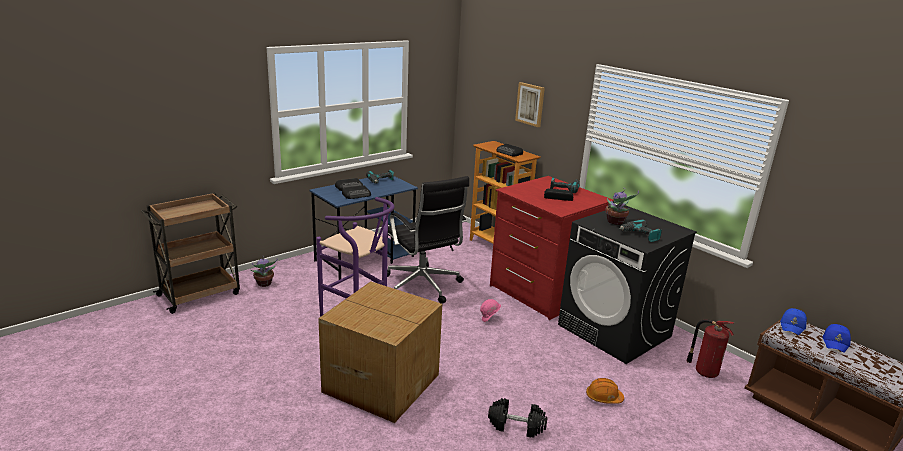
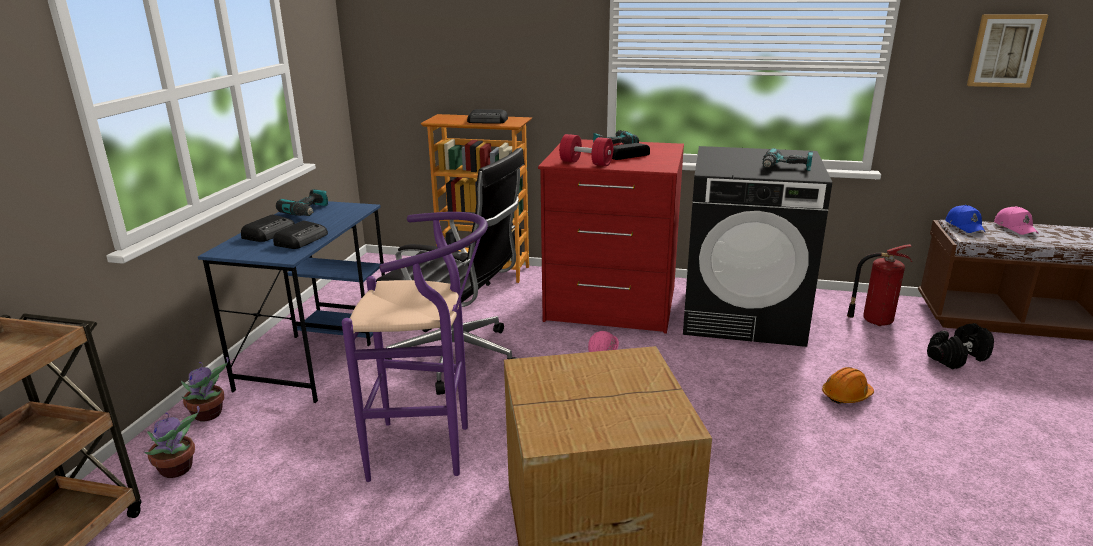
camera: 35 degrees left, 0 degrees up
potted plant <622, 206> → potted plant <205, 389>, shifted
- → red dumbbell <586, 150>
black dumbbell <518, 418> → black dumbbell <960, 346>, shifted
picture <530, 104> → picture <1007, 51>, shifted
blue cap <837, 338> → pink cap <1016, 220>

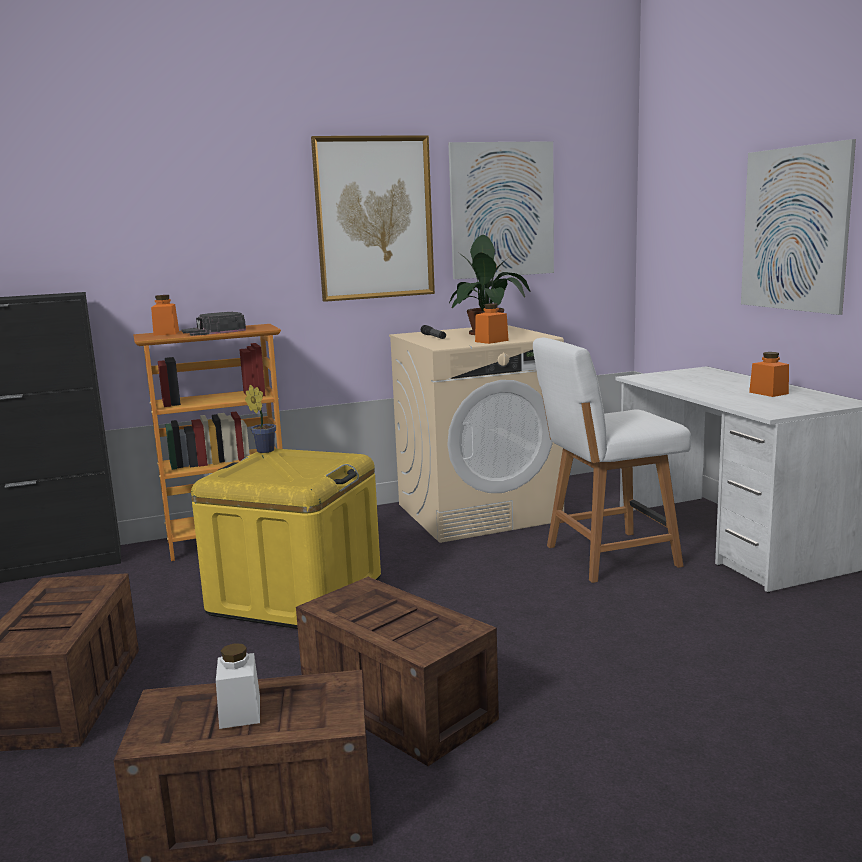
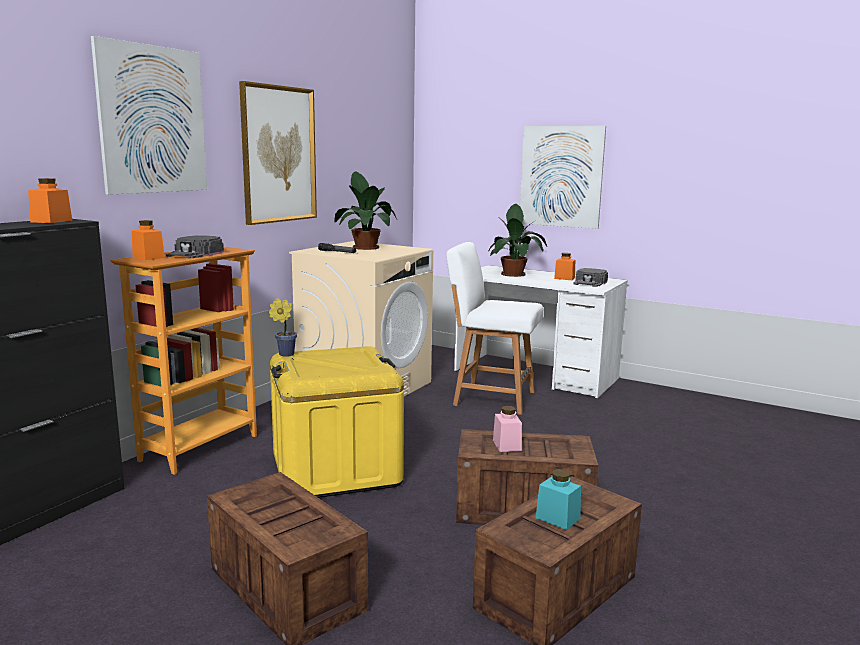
camera: 40 degrees left, 0 degrees up
orange jar <492, 323> → orange jar <50, 200>, shifted
picture <501, 210> → picture <149, 115>, shifted
white chair <612, 460> → white chair <494, 328>, 75 degrees clockwise
- → potted plant <518, 240>
- → pink jar <507, 429>
white jar <238, 686> → turquoise jar <558, 499>
- → black cap <590, 277>

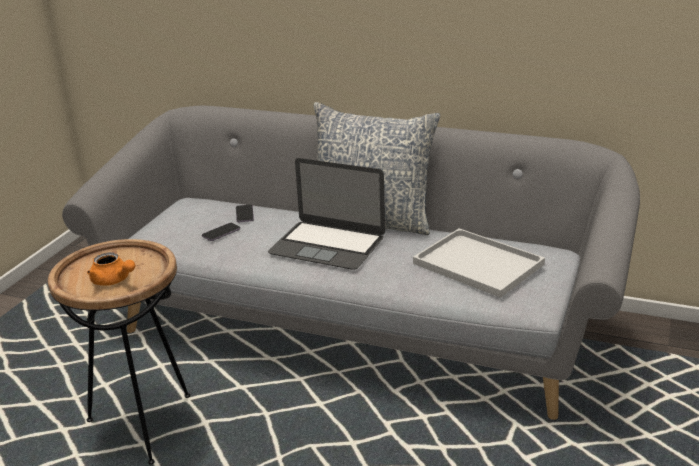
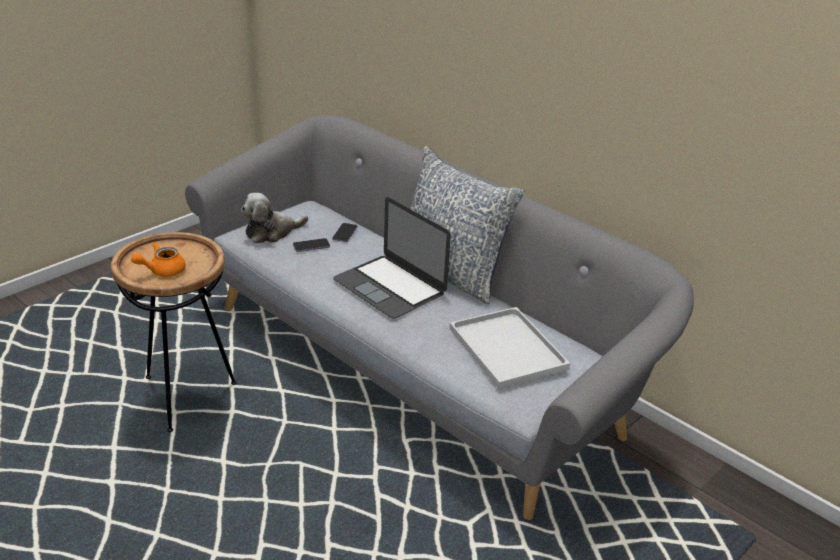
camera: 20 degrees right, 5 degrees up
orange teapot <111, 269> → orange teapot <158, 260>, 90 degrees clockwise
- → plush toy <274, 218>

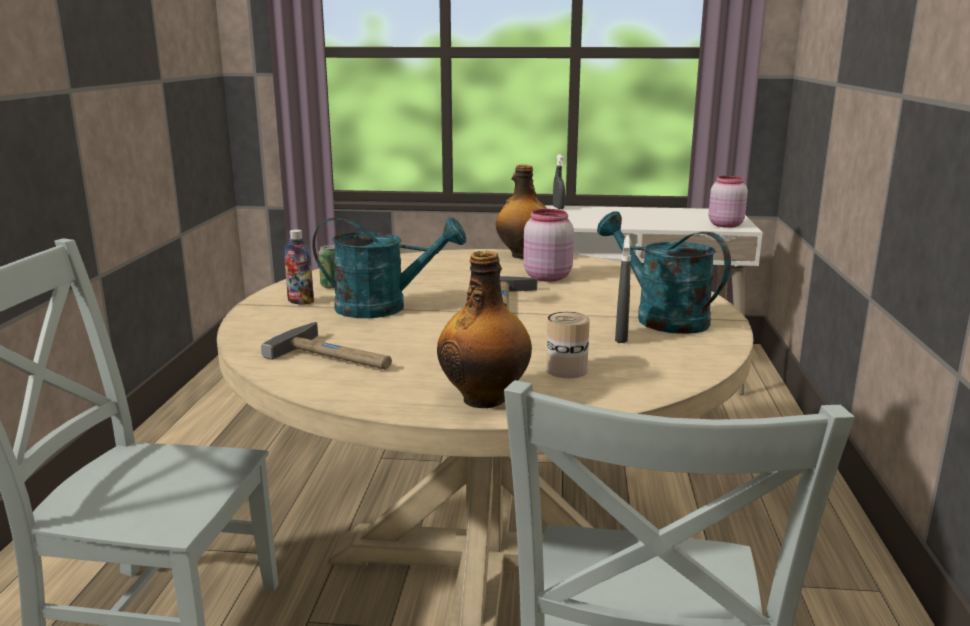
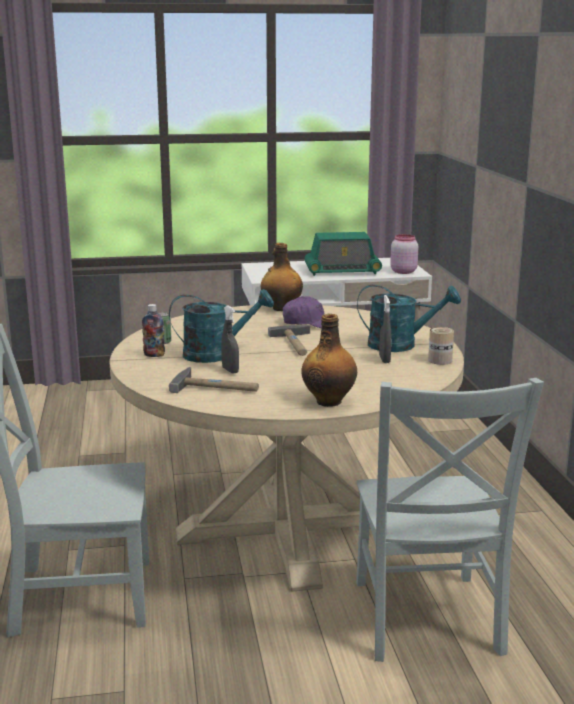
camera: 15 degrees left, 0 degrees up
grey spray bottle <559, 181> → grey spray bottle <230, 339>, shifted
pink jar <548, 245> → purple cap <311, 312>
- → radio <343, 254>
turquoise watering can <664, 273> → turquoise watering can <409, 318>, 150 degrees clockwise
can <568, 345> → can <441, 346>, shifted

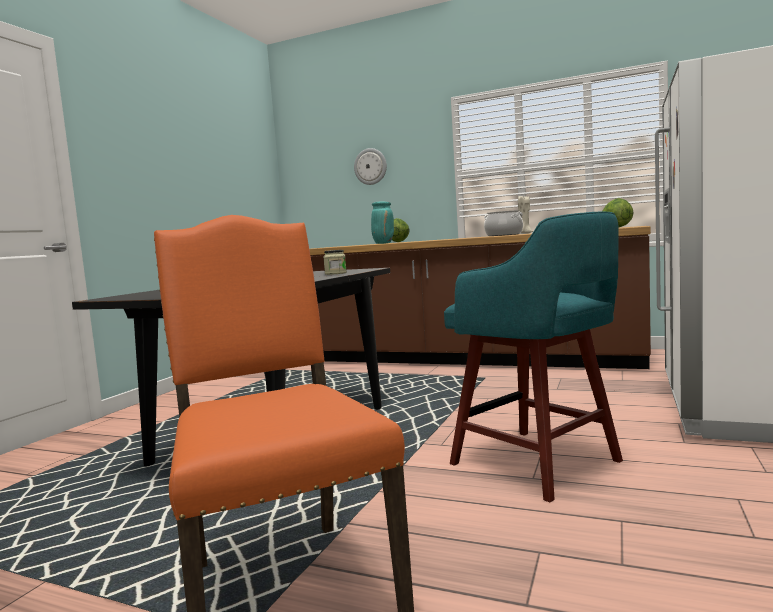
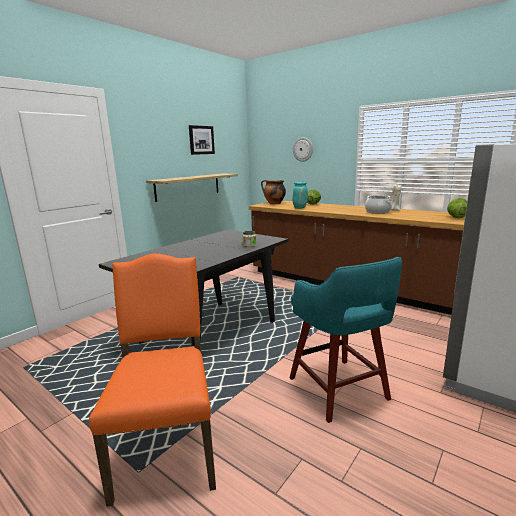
camera: 15 degrees right, 10 degrees up
- → shelf <192, 188>
- → picture <202, 140>
- → cooking pot <273, 192>

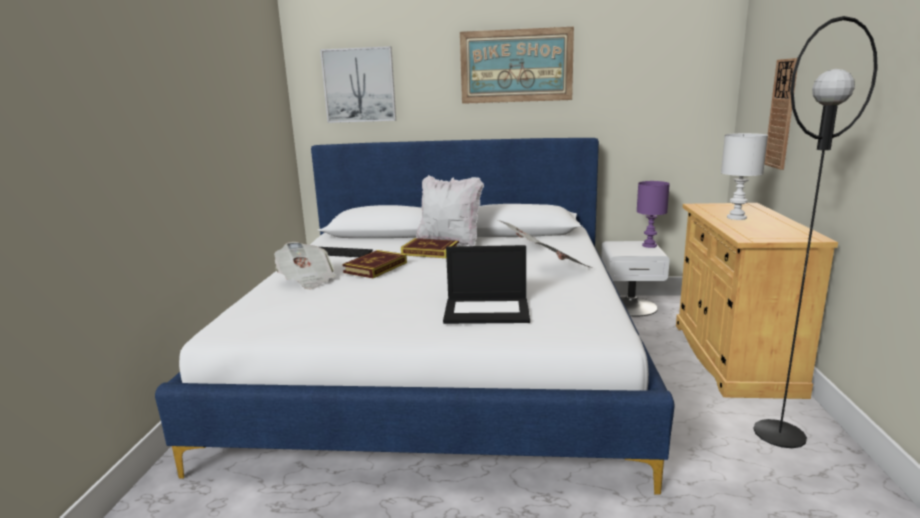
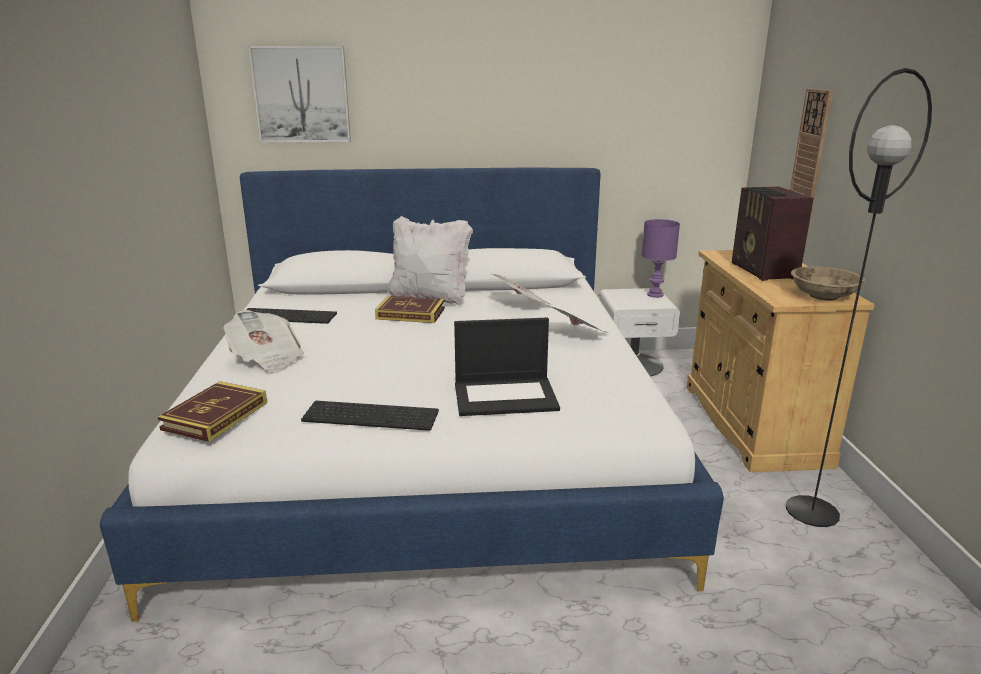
camera: 10 degrees left, 5 degrees up
book <374, 264> → book <212, 411>, shifted
- → keyboard <370, 416>
white table lamp <744, 176> → radio <773, 233>
- → beige bowl <828, 283>
picture <517, 65> → -

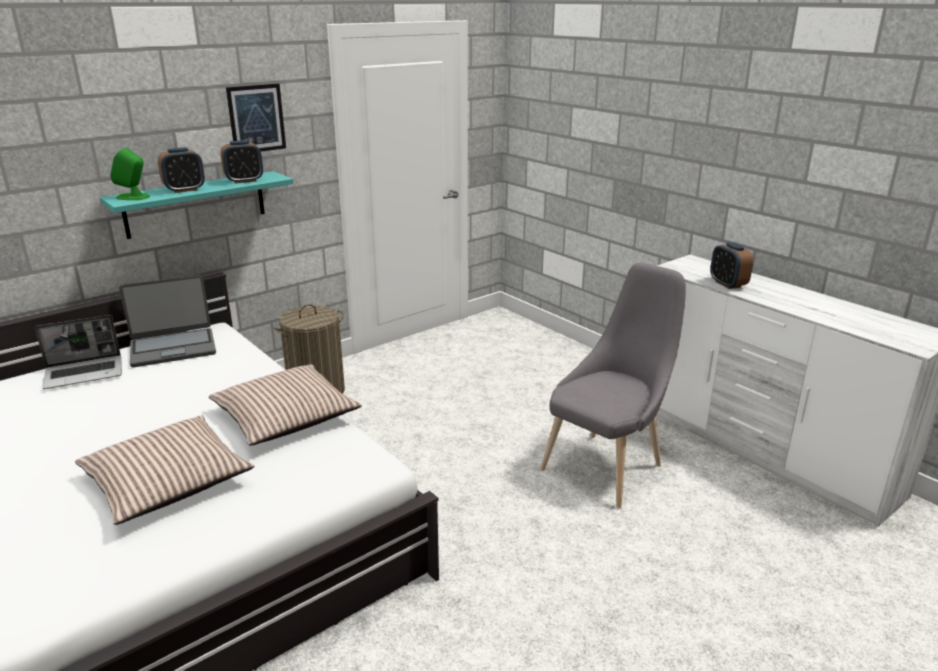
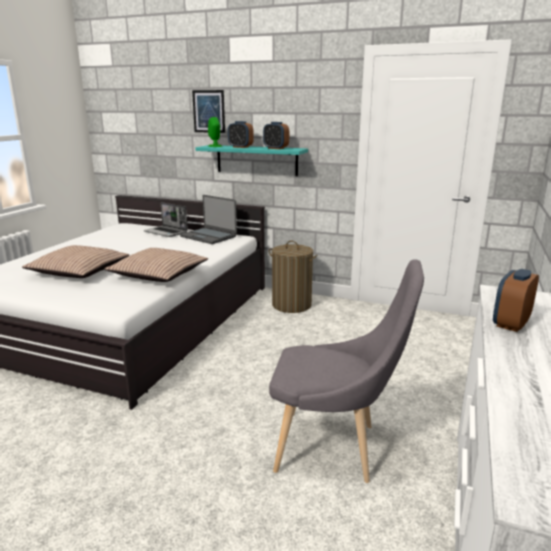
camera: 60 degrees right, 5 degrees down
picture <256, 118> → picture <208, 111>, shifted

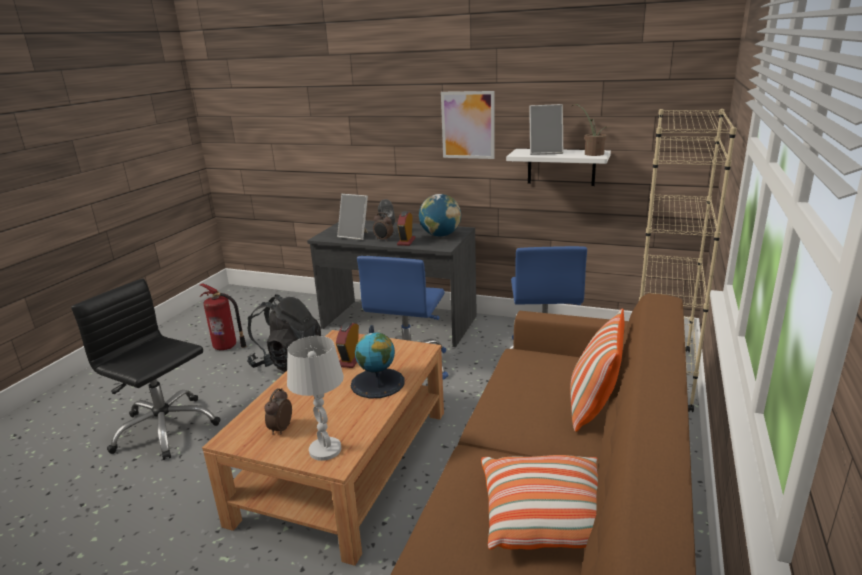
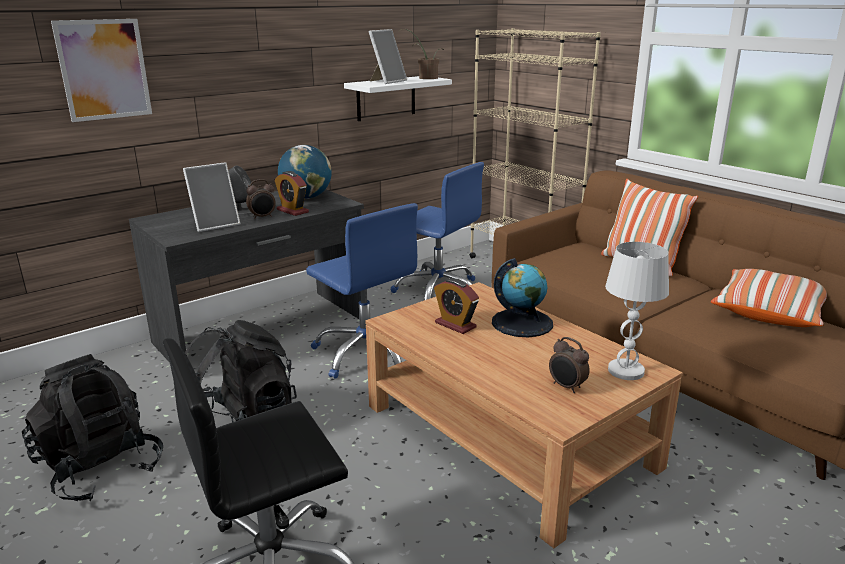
camera: 60 degrees left, 0 degrees up
fire extinguisher <223, 316> → black backpack <92, 427>
picture <468, 125> → picture <101, 70>, shifted

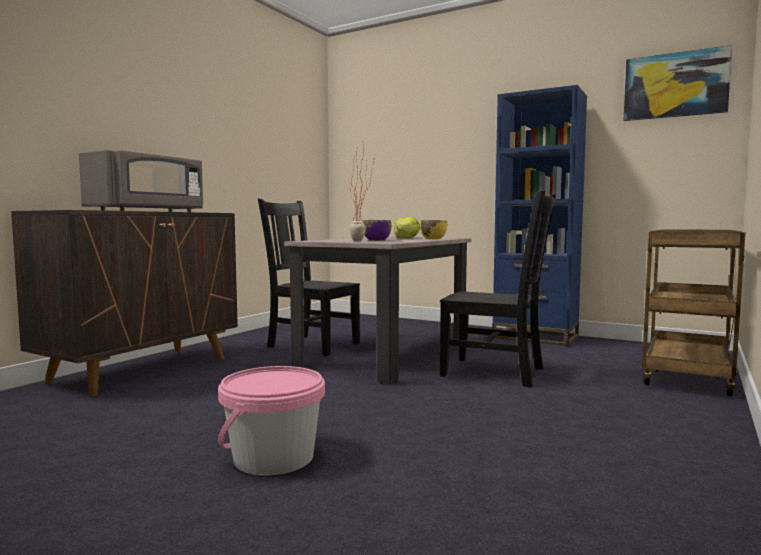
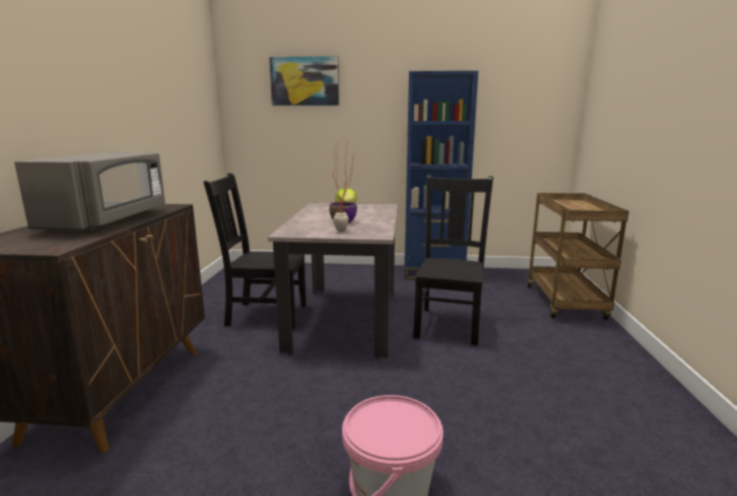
camera: 25 degrees left, 10 degrees up
picture <678, 83> → picture <304, 81>, shifted
black chair <498, 289> → black chair <453, 260>, 75 degrees counterclockwise
yellow bowl <433, 229> → -

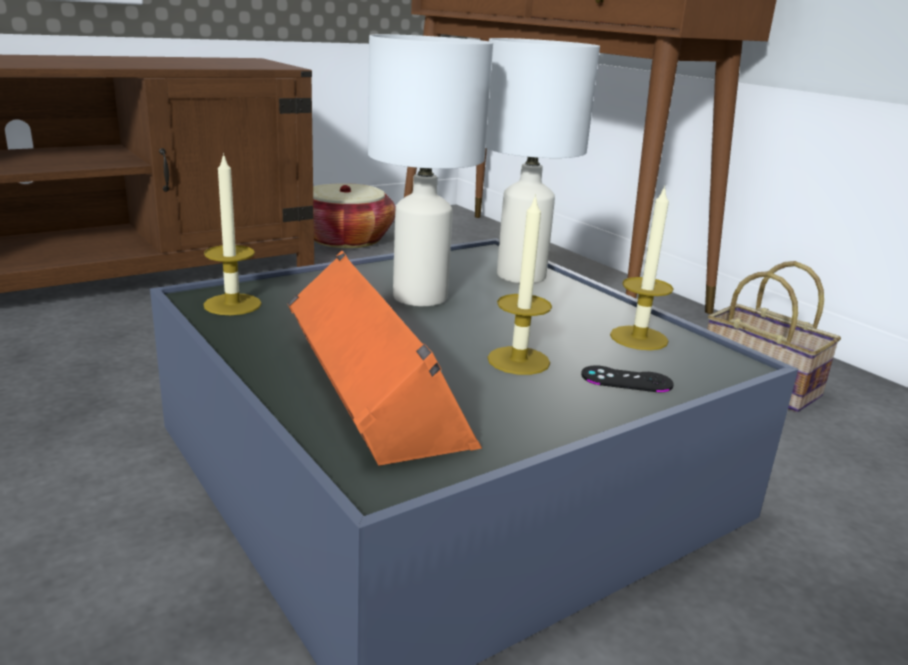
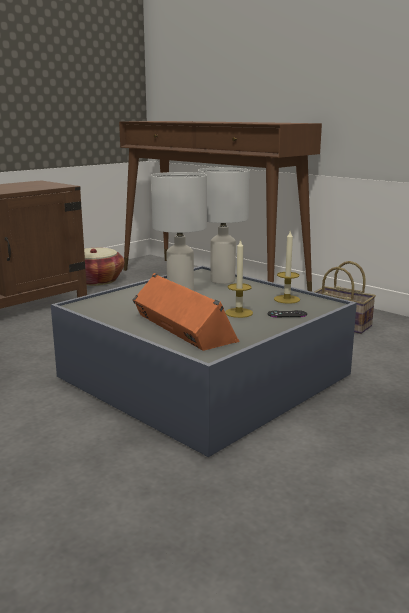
camera: 10 degrees left, 5 degrees down
candle <232, 234> → -

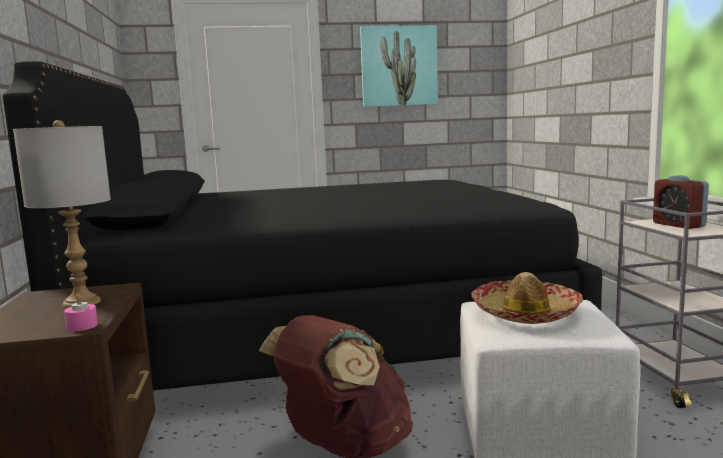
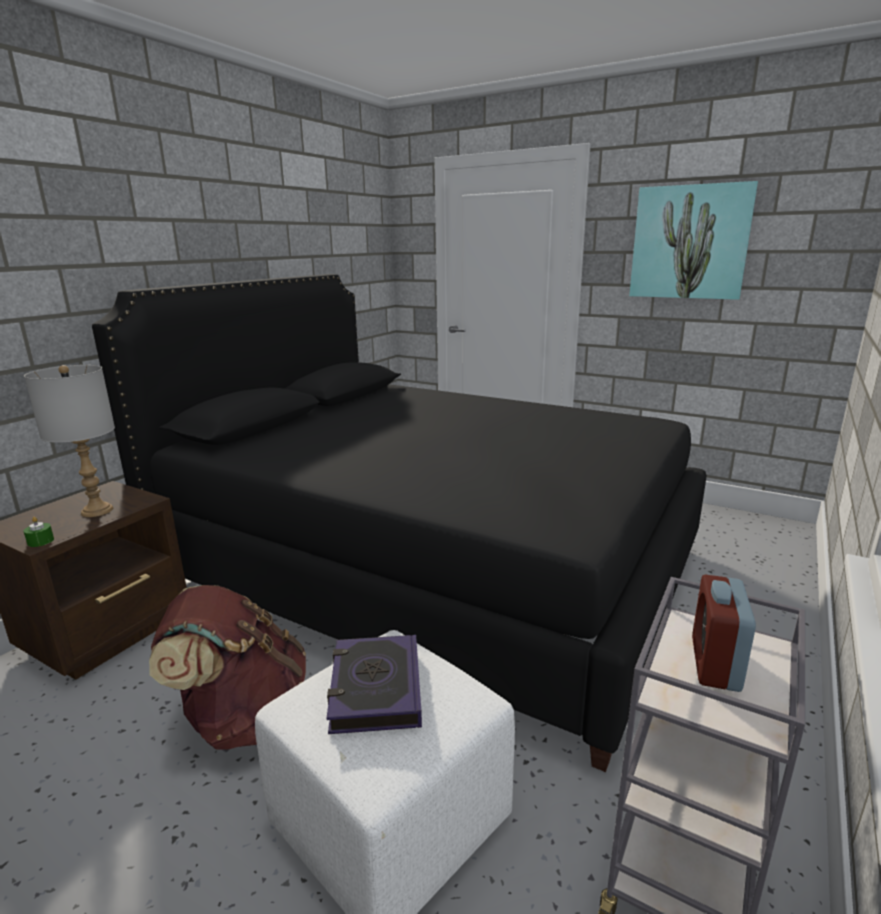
camera: 40 degrees right, 10 degrees up
pink candle <81, 312> → green candle <38, 532>
hat <527, 298> → book <374, 684>

